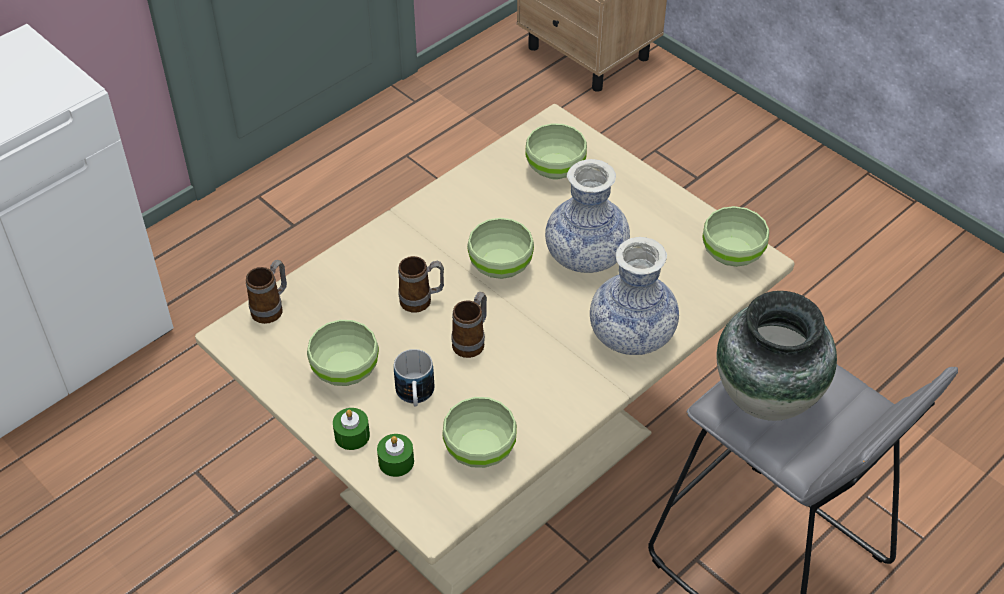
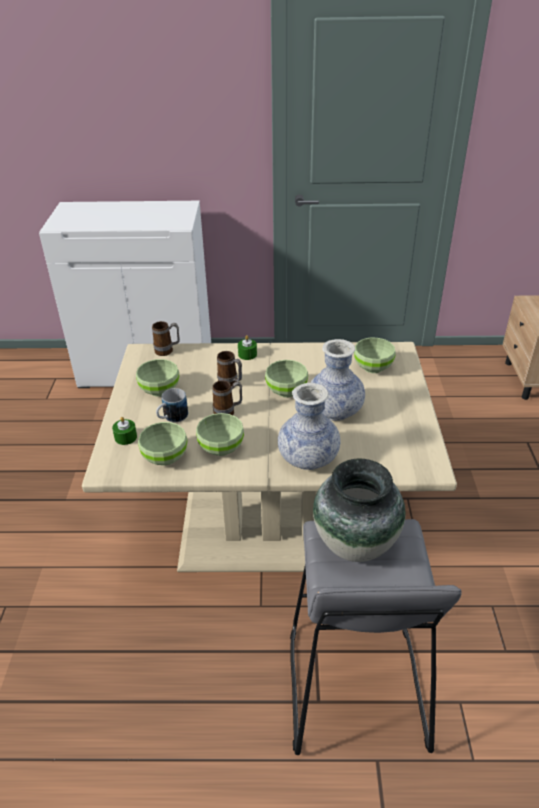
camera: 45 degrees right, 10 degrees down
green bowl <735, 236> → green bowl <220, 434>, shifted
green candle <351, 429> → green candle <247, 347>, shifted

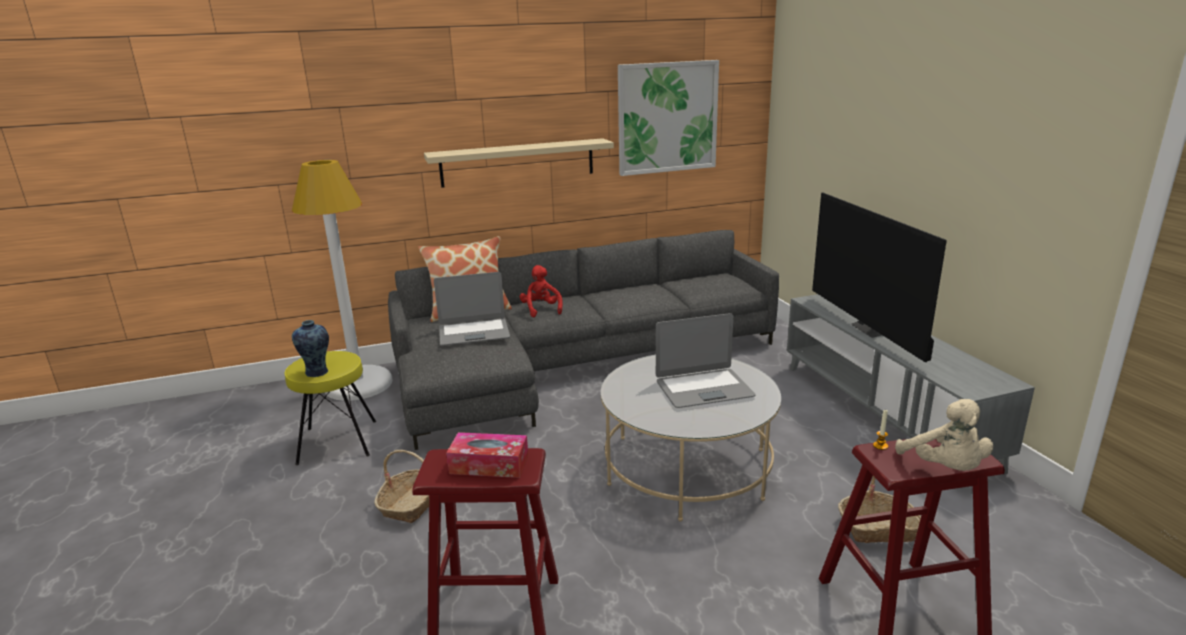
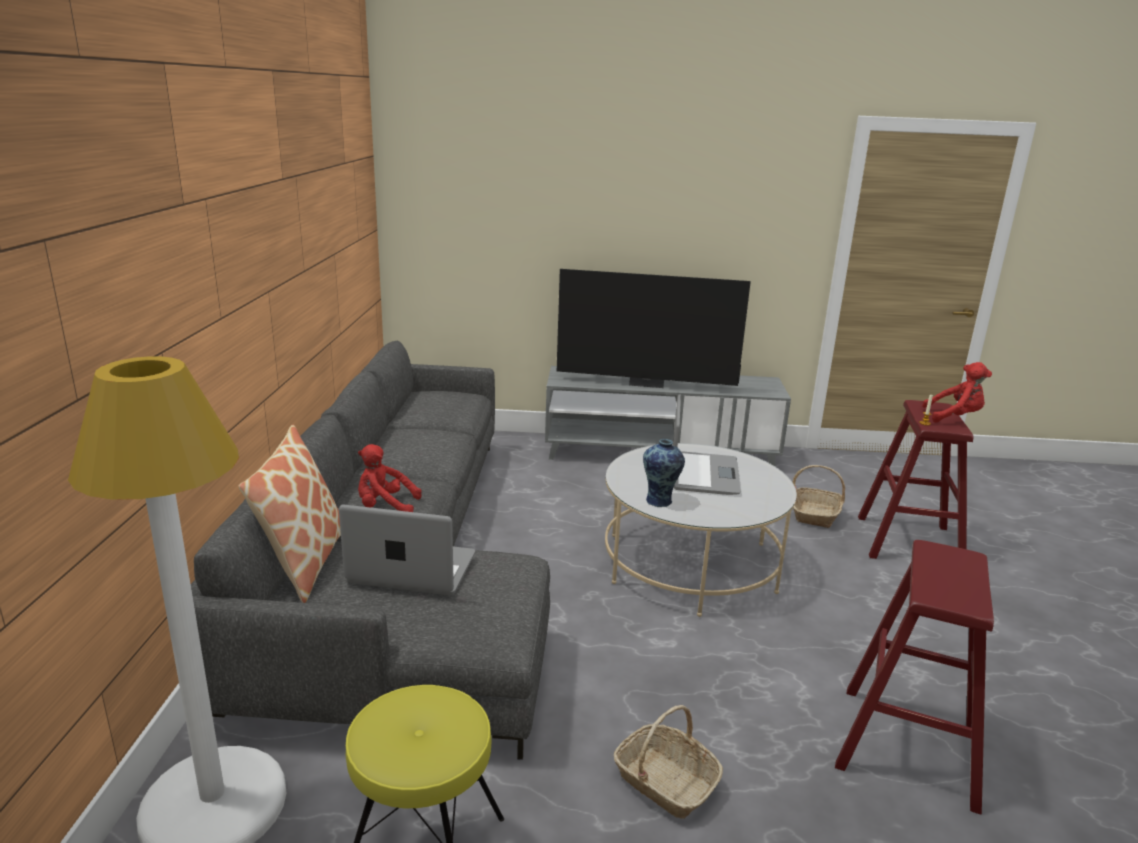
camera: 70 degrees left, 0 degrees up
laptop <472, 309> → laptop <407, 550>, 90 degrees counterclockwise
vase <310, 348> → vase <664, 473>, shifted
beige plush toy <944, 435> → red plush toy <957, 392>
beige shelf <519, 163> → -
tissue box <487, 455> → -
picture <668, 118> → -

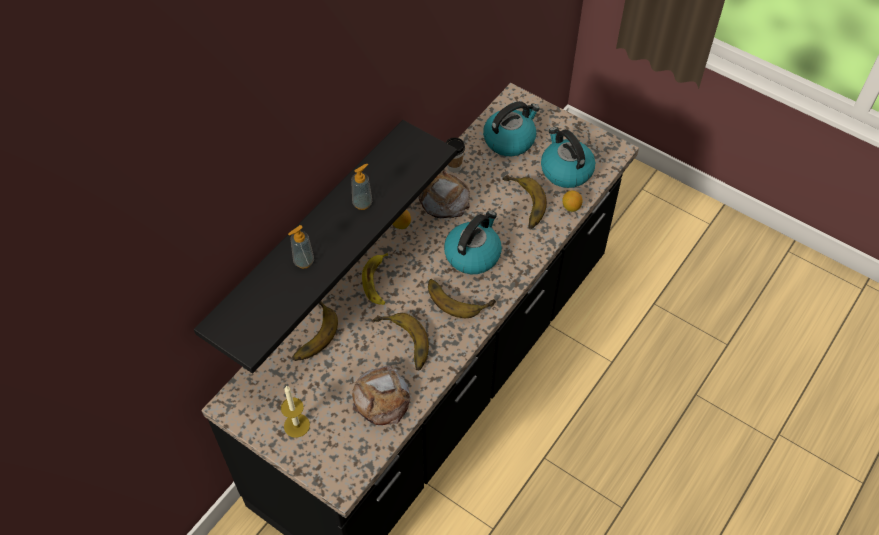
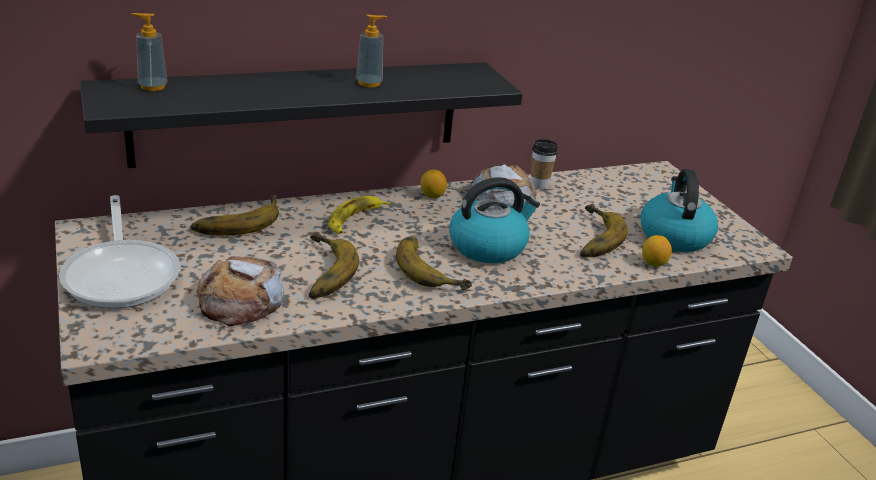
camera: 30 degrees right, 25 degrees down
candle <295, 412> → frying pan <119, 252>
soap dispenser <301, 247> → soap dispenser <149, 52>, shifted
kettle <511, 128> → -

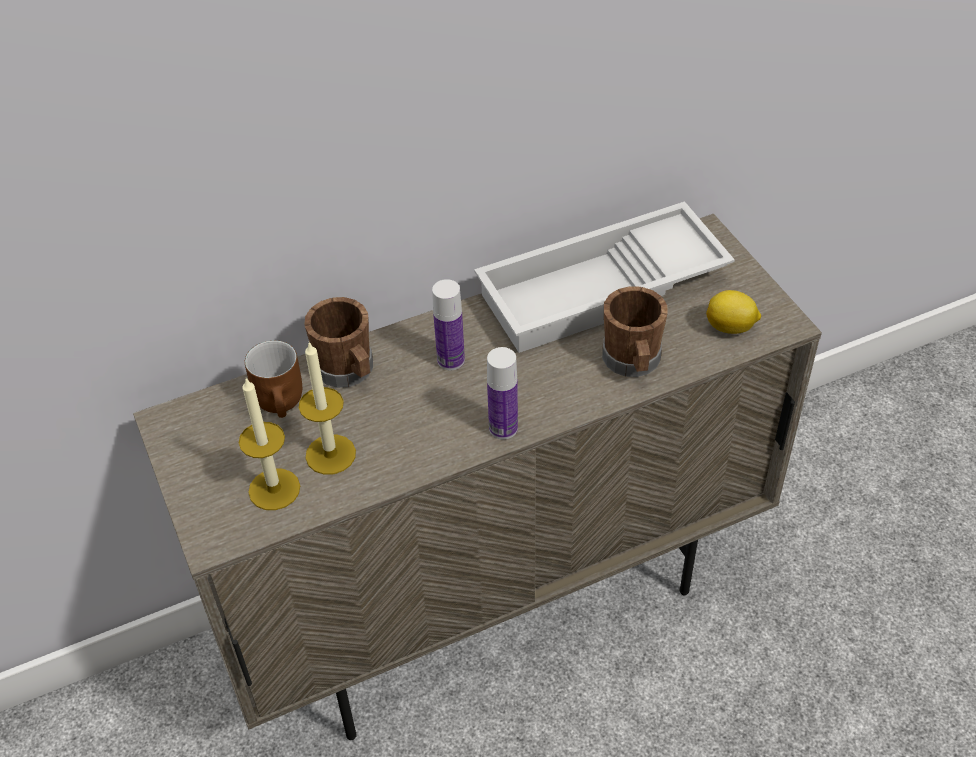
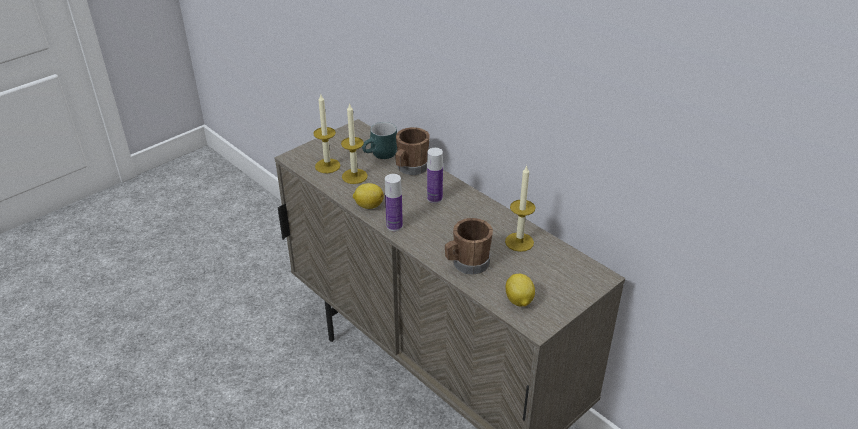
camera: 70 degrees right, 10 degrees down
- → lemon <368, 196>
brown mug <273, 379> → turquoise mug <379, 140>
white tray <604, 277> → candle <520, 208>

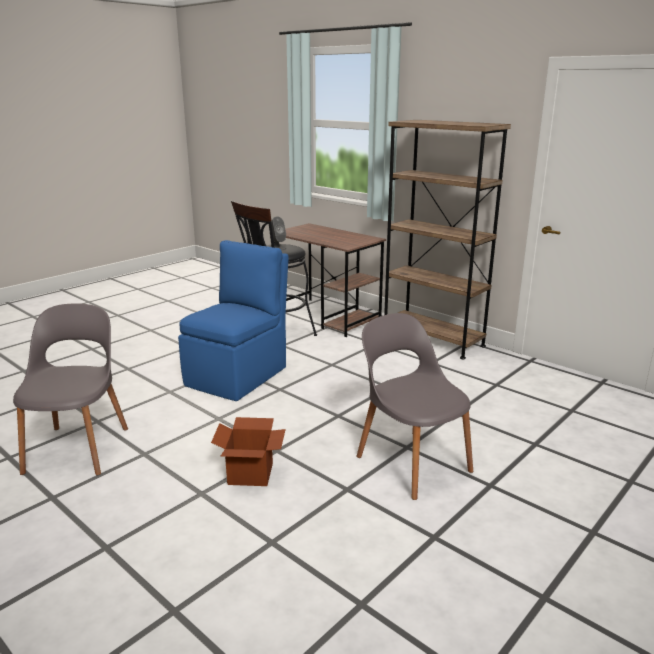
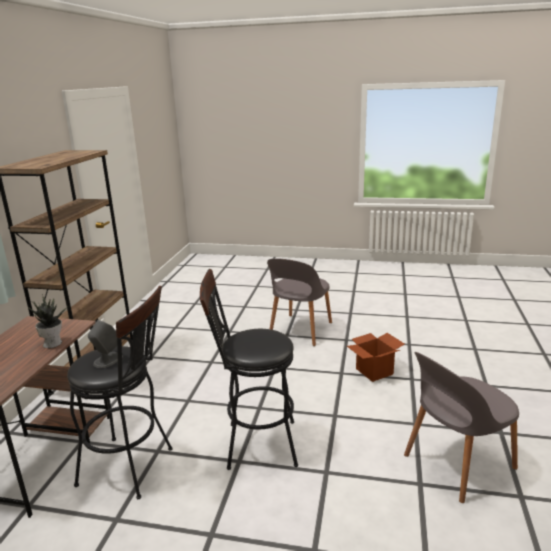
camera: 120 degrees left, 0 degrees up
- → potted plant <47, 322>
blue chair <233, 320> → black stool <249, 369>

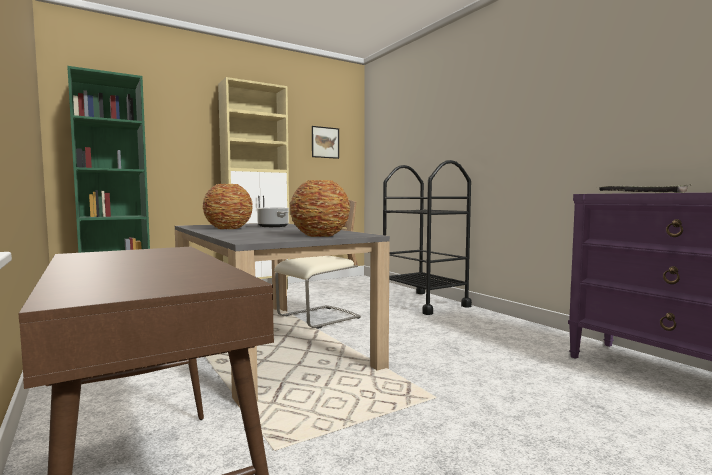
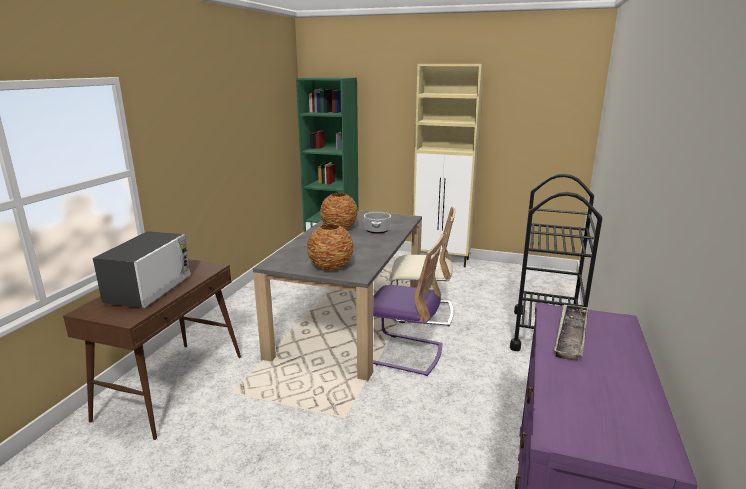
camera: 50 degrees right, 15 degrees up
- → microwave <142, 269>
- → purple chair <408, 305>
picture <325, 142> → -

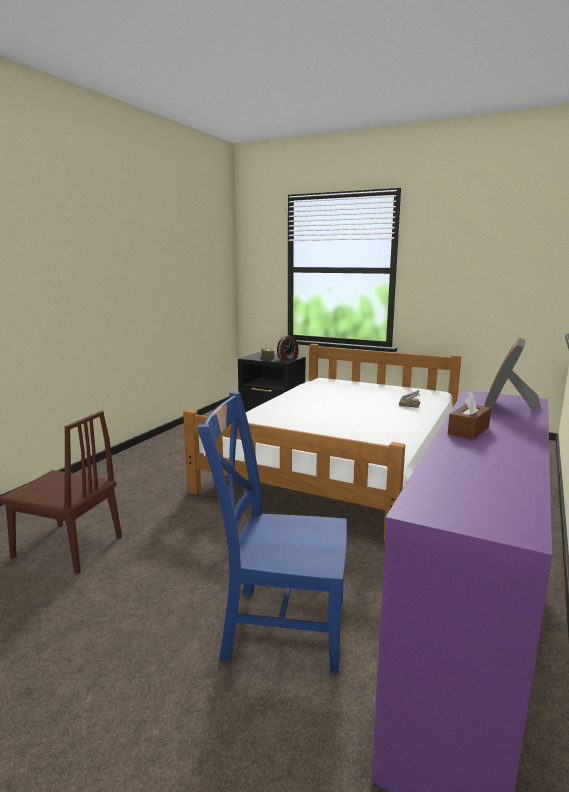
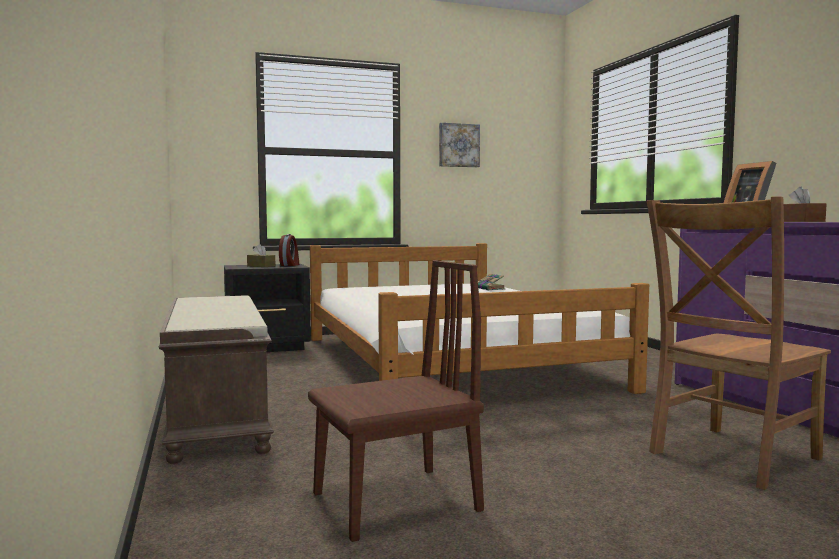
camera: 45 degrees left, 10 degrees down
- → brown bench <216, 379>
- → picture <459, 145>
blue chair <272, 533> → brown chair <739, 343>

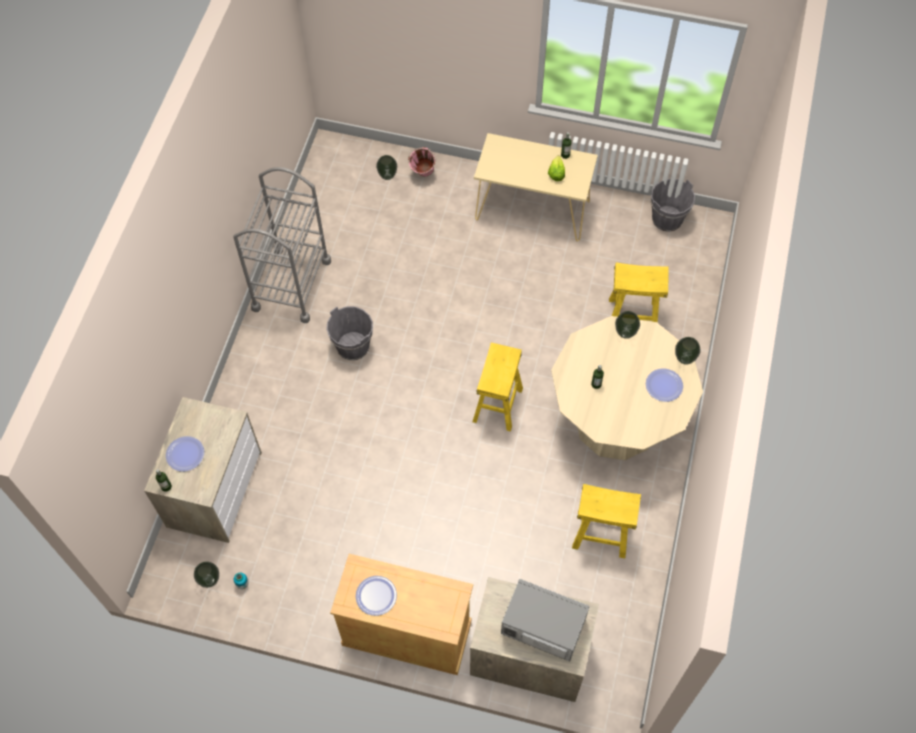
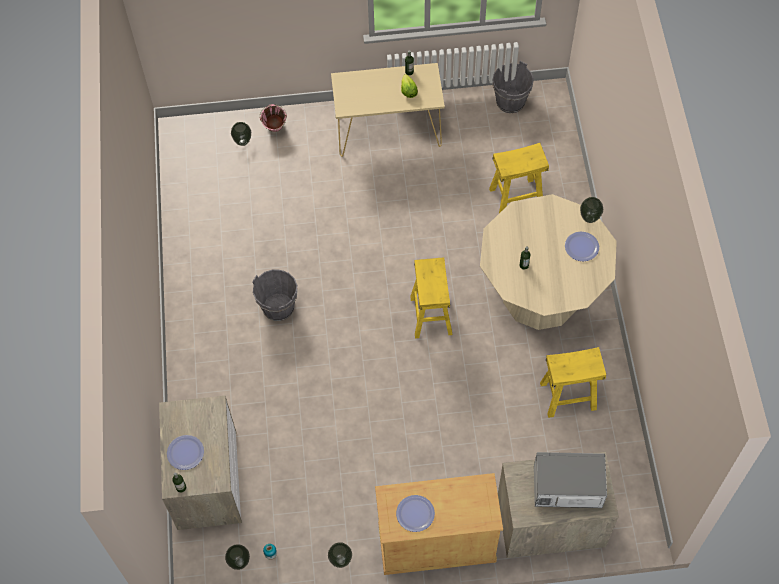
camera: 20 degrees left, 0 degrees up
vase <627, 325> → vase <340, 555>, shifted
grey cart <282, 245> → -

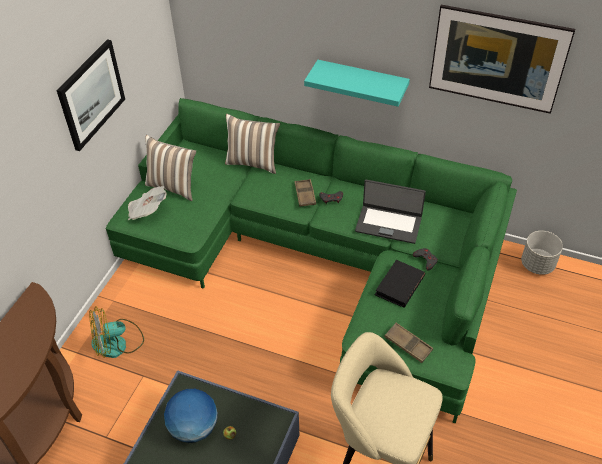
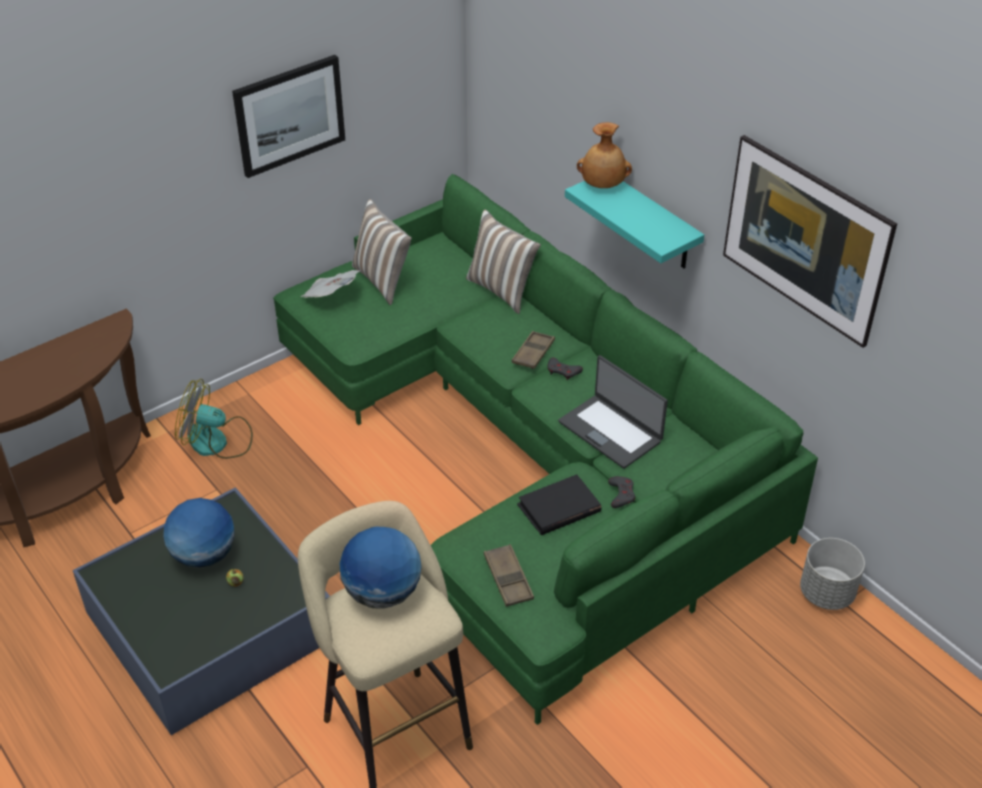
camera: 30 degrees right, 5 degrees down
- → globe <381, 568>
- → brown vase <604, 155>

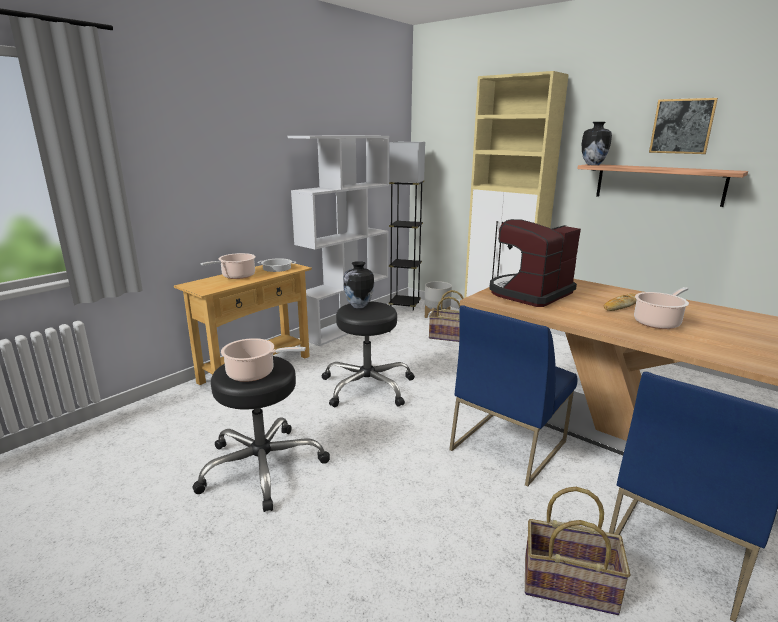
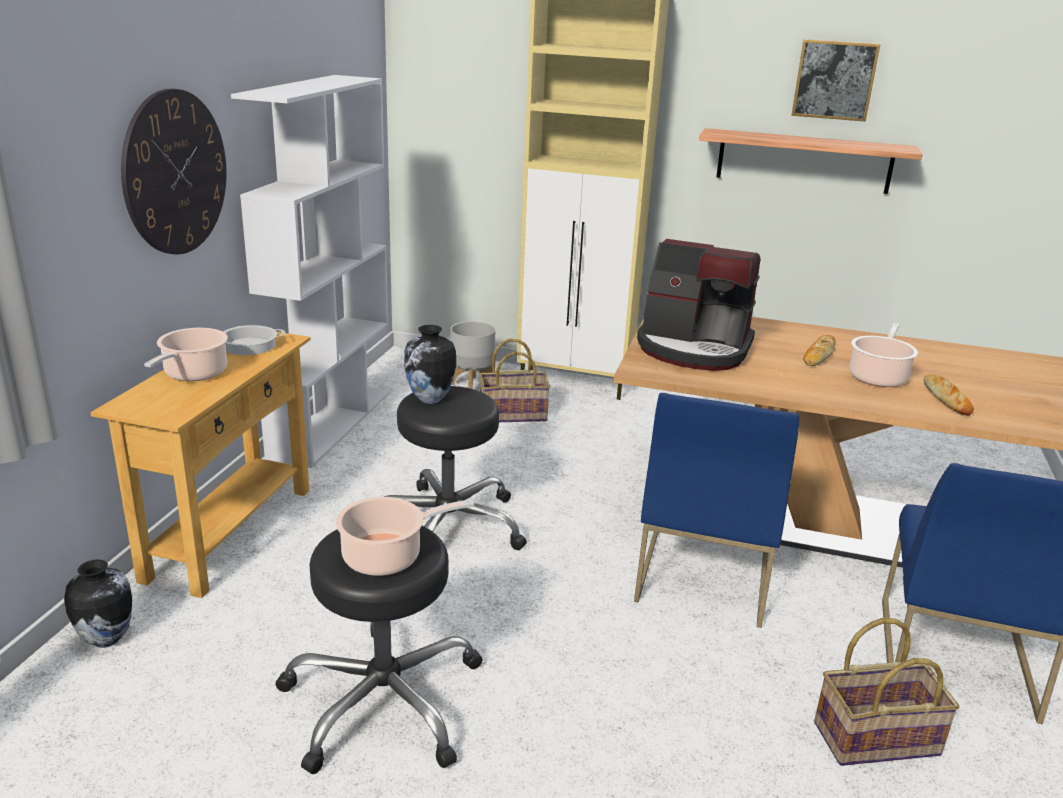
camera: 25 degrees left, 5 degrees up
vase <597, 143> → vase <98, 603>, shifted
- → wall clock <173, 171>
coffee machine <535, 263> → coffee machine <699, 305>, 90 degrees counterclockwise
- → bread <949, 395>
grey floor lamp <407, 226> → -

